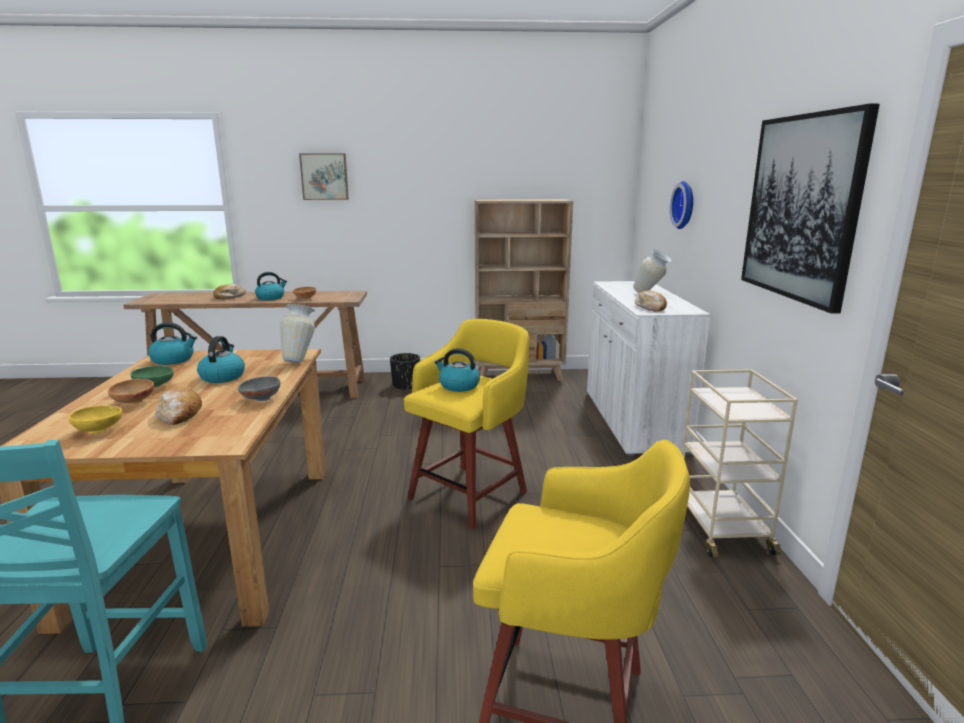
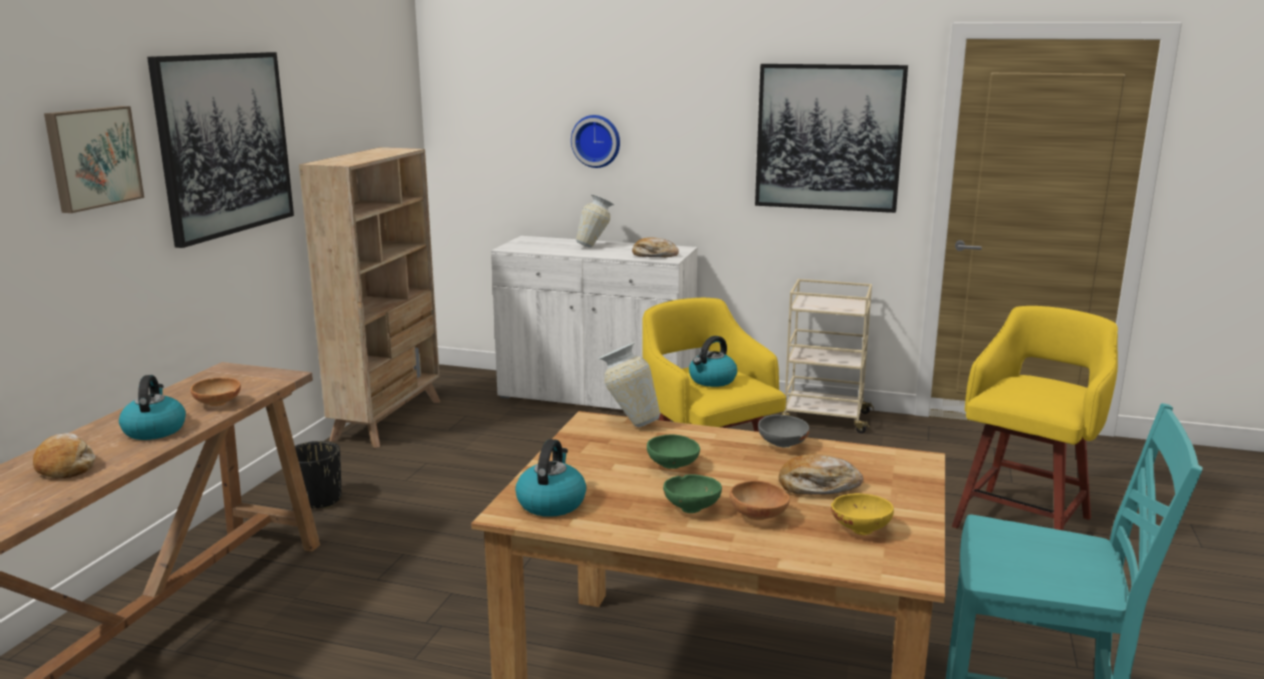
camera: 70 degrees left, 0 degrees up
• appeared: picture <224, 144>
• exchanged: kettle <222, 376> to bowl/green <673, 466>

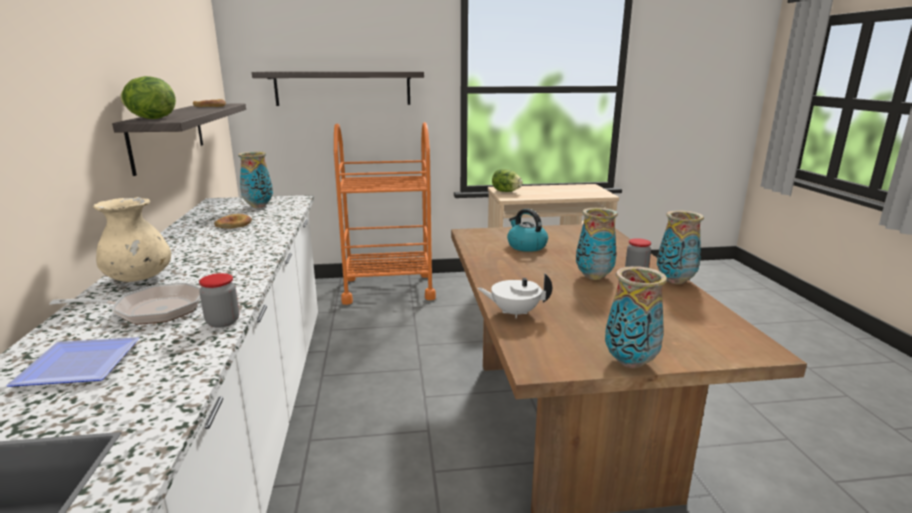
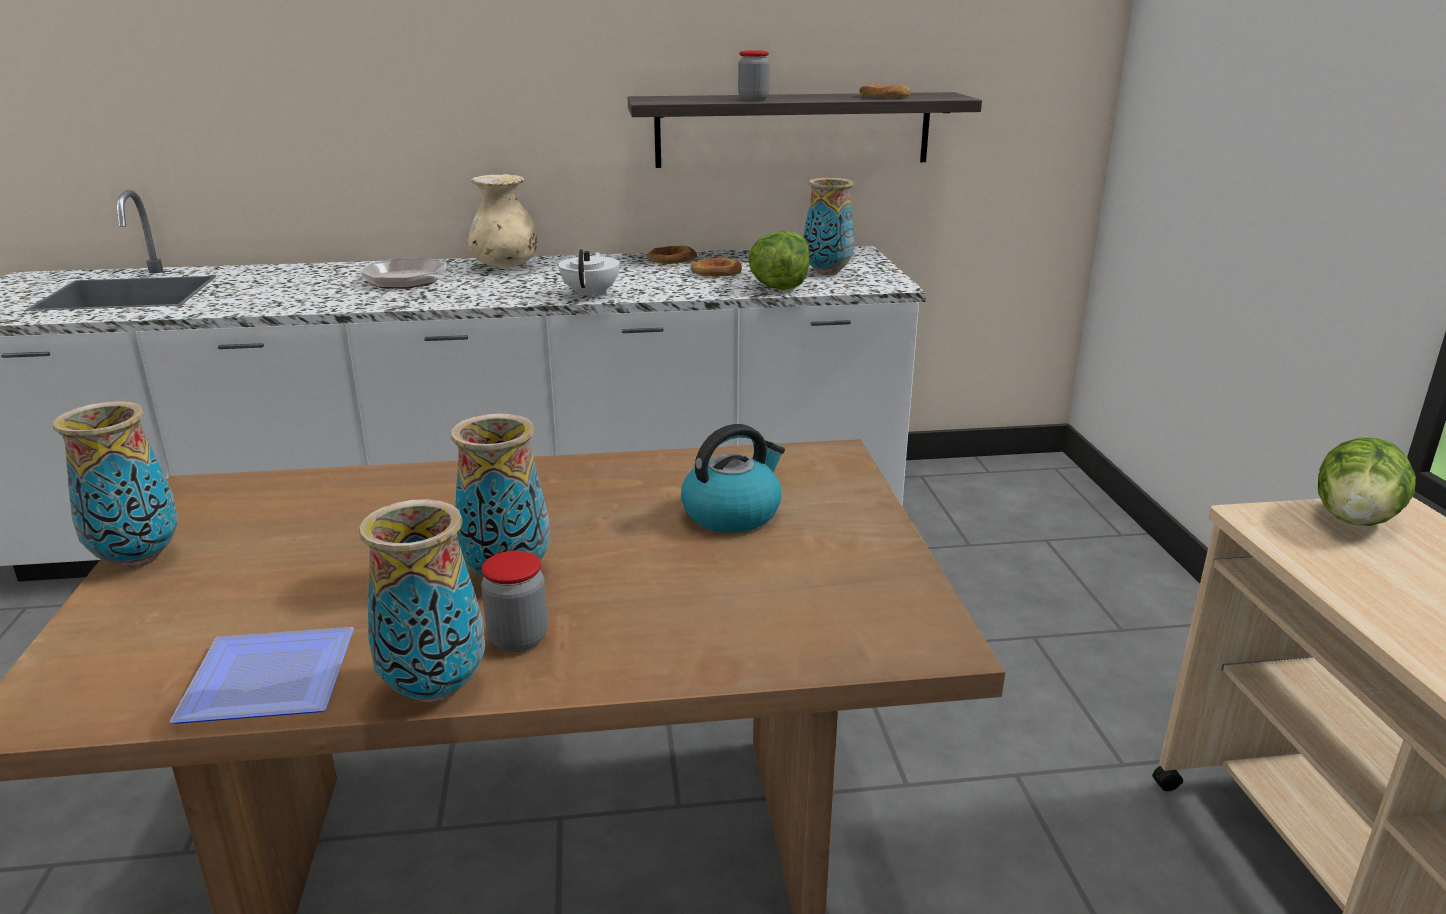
camera: 90 degrees right, 5 degrees up
• missing: shelf <343, 88>
• missing: cart/orange <388, 288>
• appeared: bread <671, 260>
• relocated: plate <78, 364> to <276, 677>
• relocated: lettuce <151, 119> to <779, 287>
• relocated: jar <223, 322> to <753, 99>
• relocated: teapot/white <514, 313> to <591, 294>
• spun: frying pan <152, 310> = <409, 282> 150 degrees clockwise

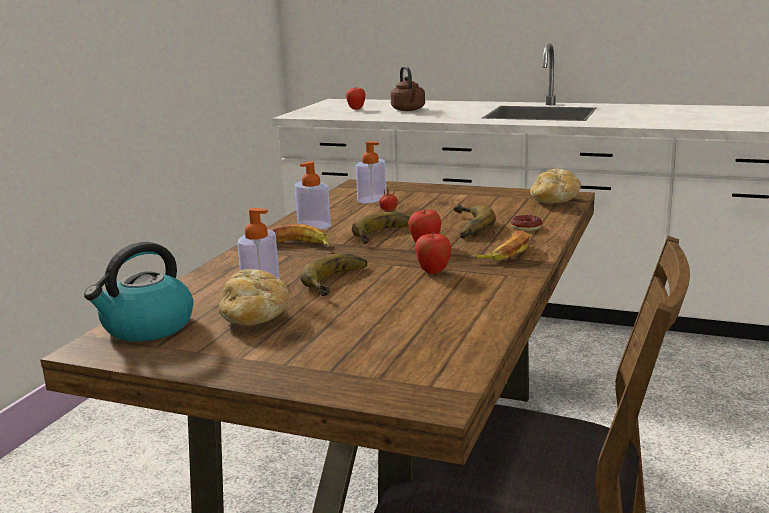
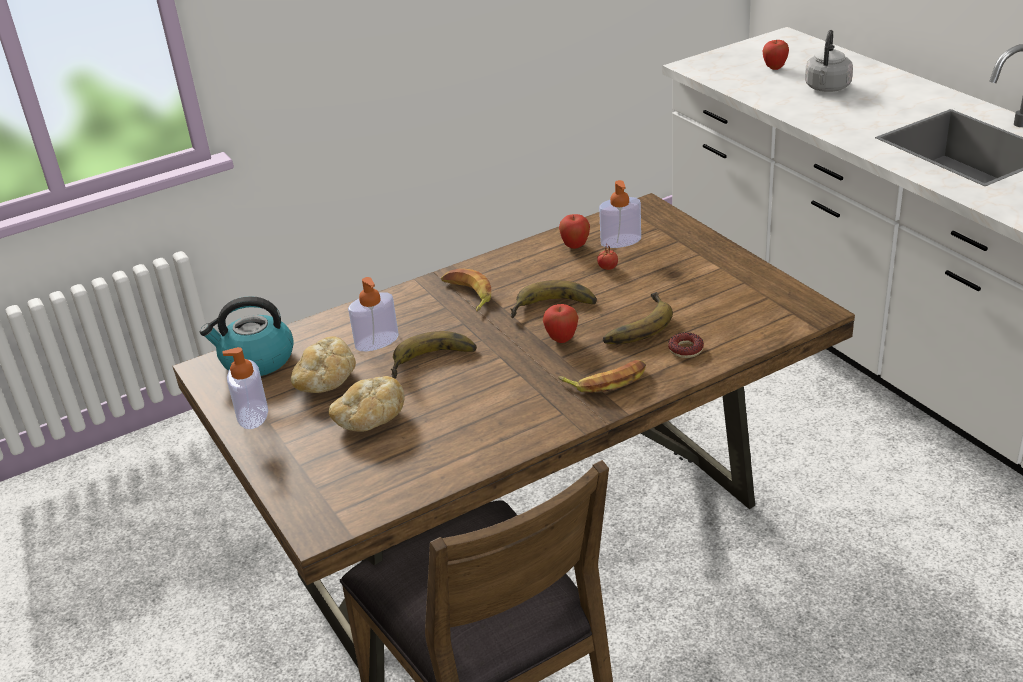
camera: 40 degrees right, 15 degrees up
• relocated: soap dispenser <314, 225> to <252, 414>
• relocated: apple <433, 272> to <575, 246>
• relocated: bread <554, 201> to <370, 420>
• colour: kettle/brown <408, 110> to kettle/grey <827, 88>

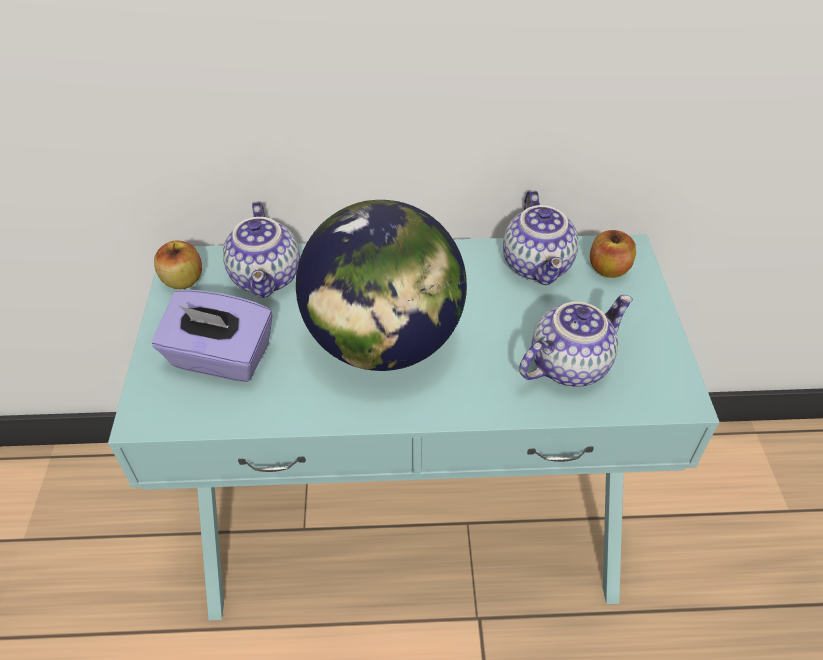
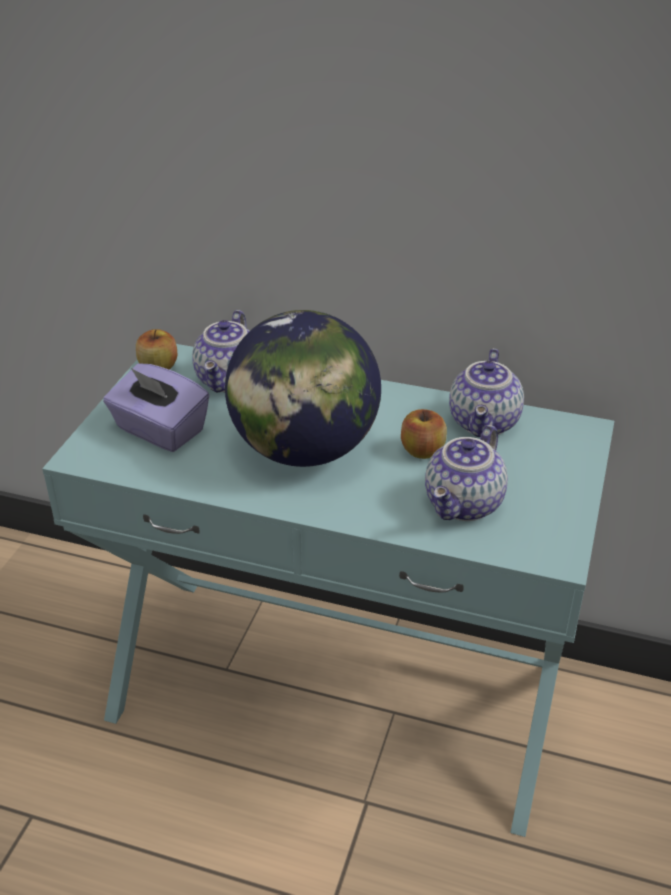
camera: 20 degrees right, 10 degrees down
• relocated: apple <608, 269> to <422, 451>
• spun: teapot <568, 363> = <465, 505> 135 degrees clockwise

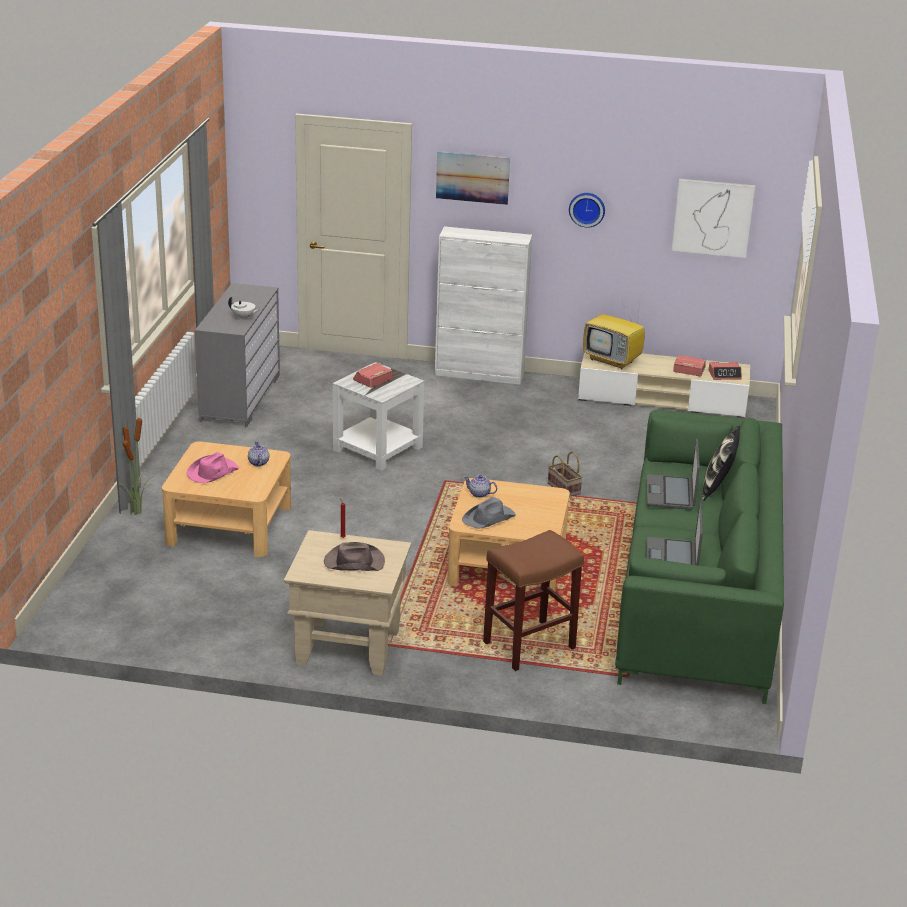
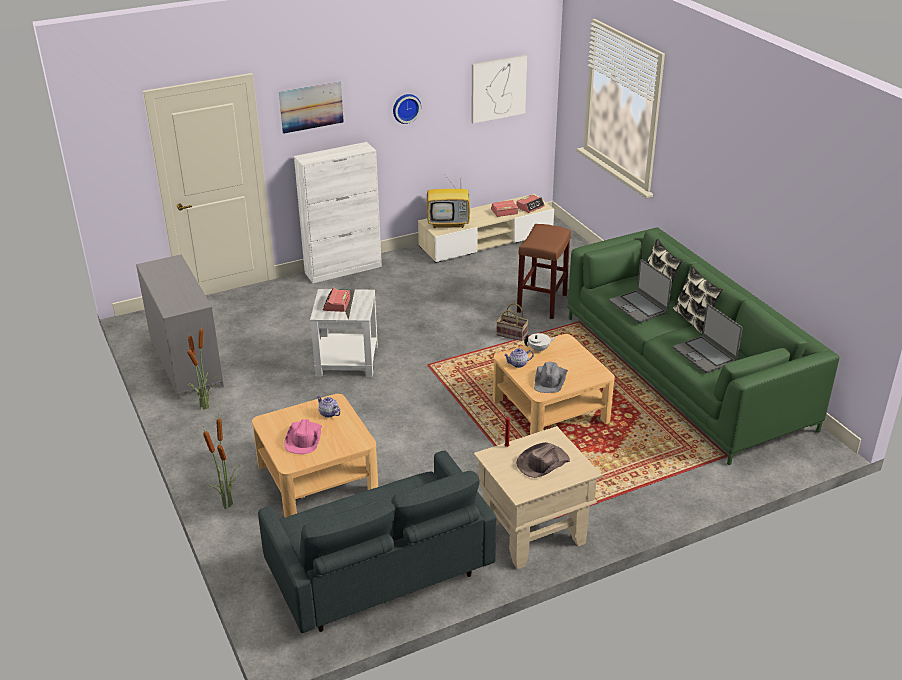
camera: 35 degrees left, 5 degrees up
• appeared: potted plant <206, 406>
• appeared: sofa/grey <379, 574>
• appeared: pillow <693, 320>
• relocated: teapot/white <244, 318> to <539, 349>
• relocated: stool/brown <528, 646> to <542, 303>

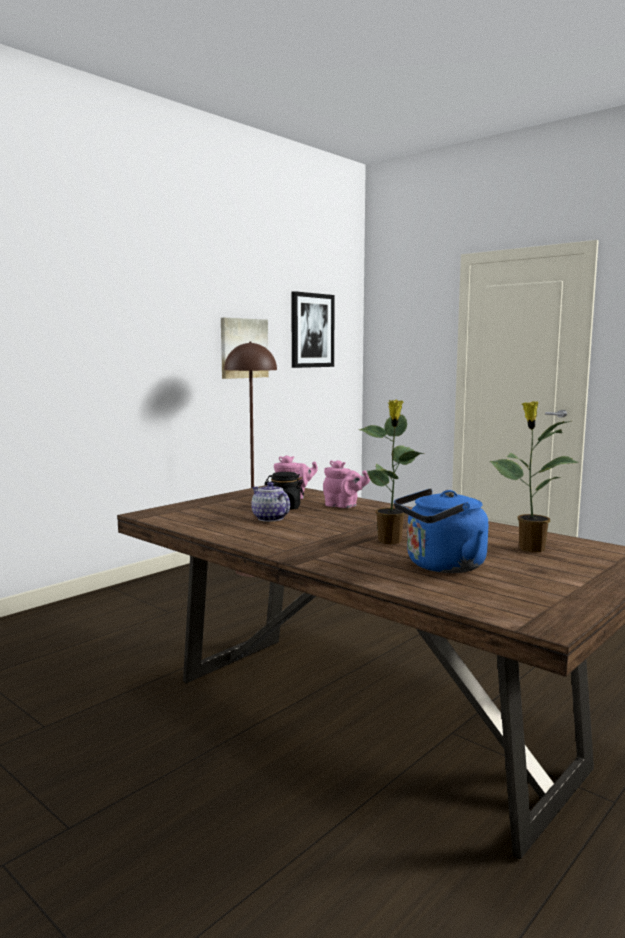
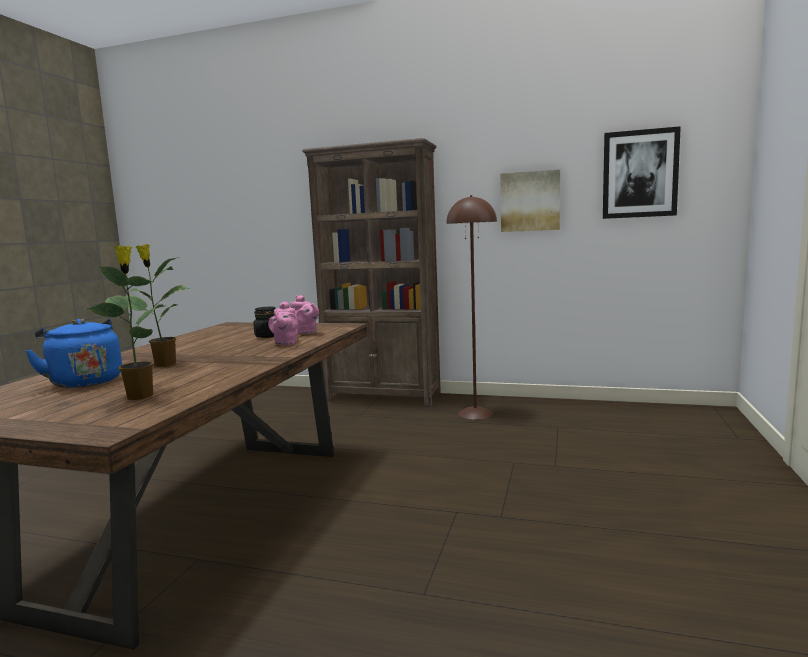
camera: 65 degrees right, 0 degrees up
• missing: teapot <269, 518>
• appeared: bookcase/brown <383, 397>

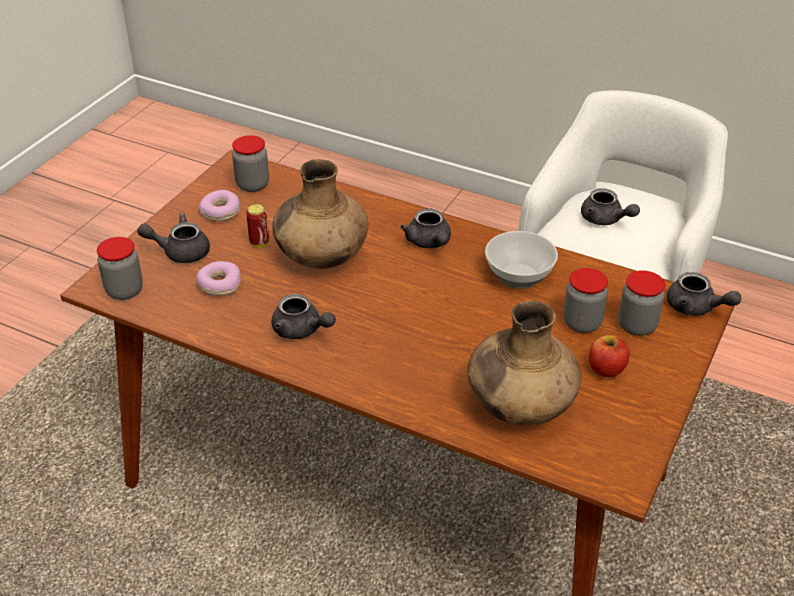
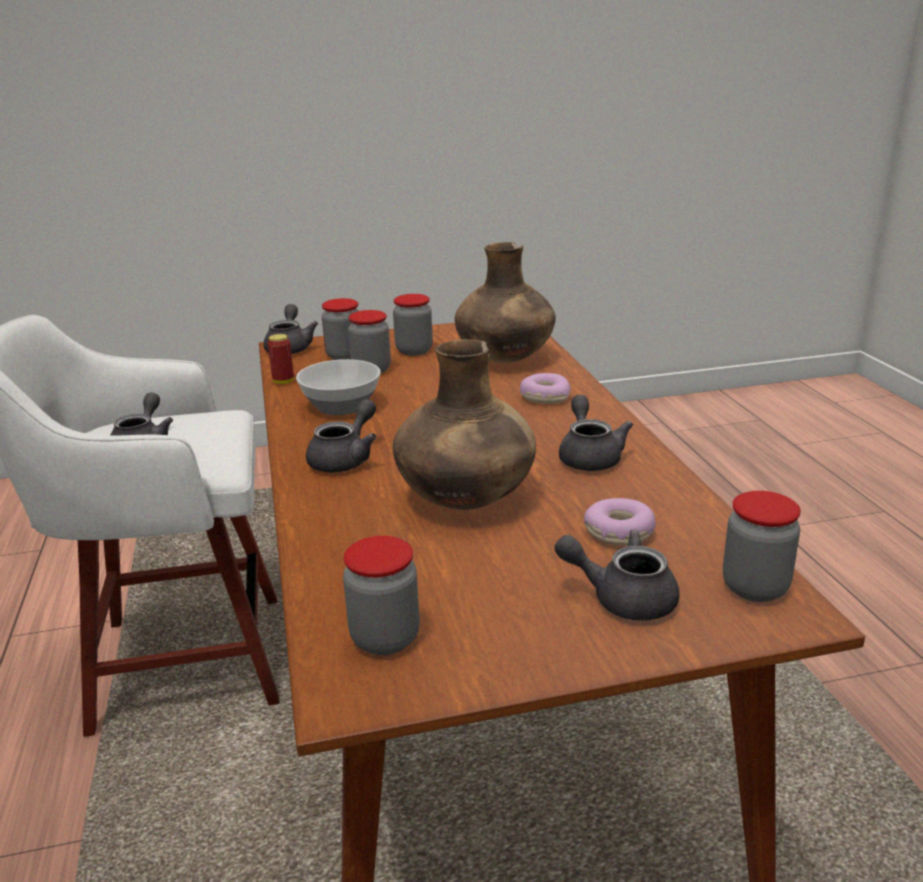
camera: 130 degrees left, 15 degrees down
• relocated: donut <221, 212> to <544, 397>
• relocated: can <259, 243> to <283, 381>
• exchanged: apple <606, 369> to jar <414, 351>
• spun: teapot/grey <180, 251> = <622, 597> 150 degrees clockwise

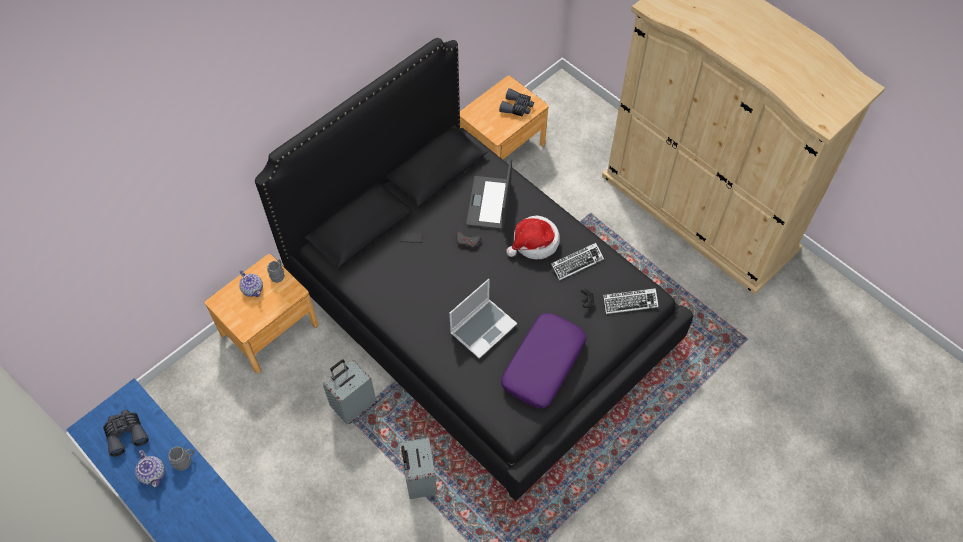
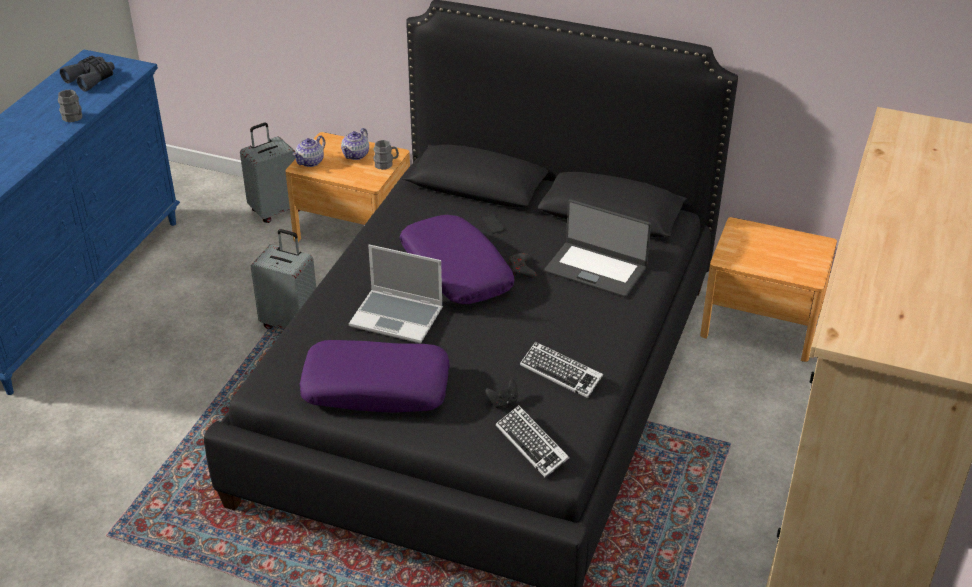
camera: 65 degrees right, 20 degrees down
• missing: binoculars/grey <517, 107>
• missing: hat <534, 243>
• appeared: pillow/purple <455, 271>
• relocated: teapot <153, 473> to <311, 162>
• relocated: suitcase/grey <419, 480> to <275, 210>
• spun: laptop <490, 203> = <596, 269> 135 degrees counterclockwise

